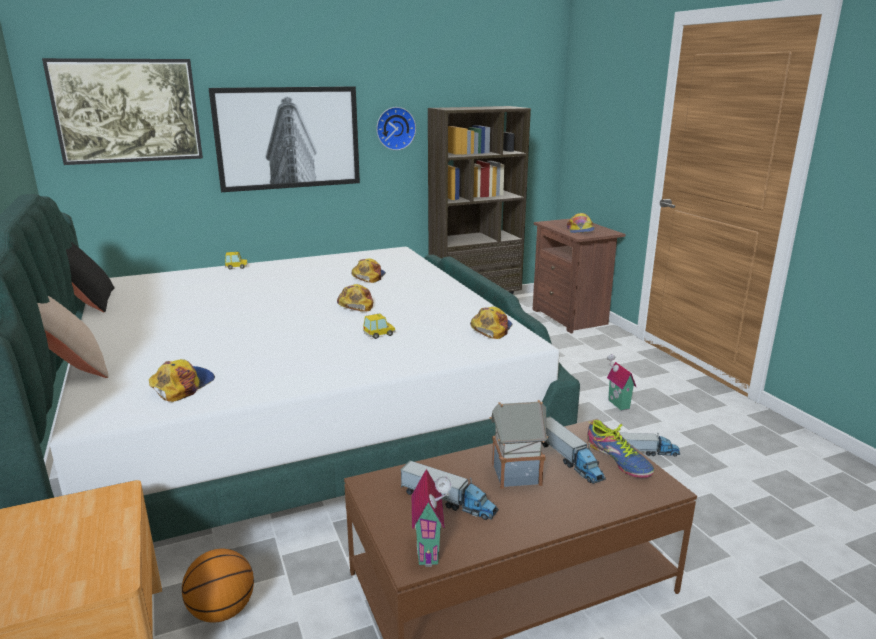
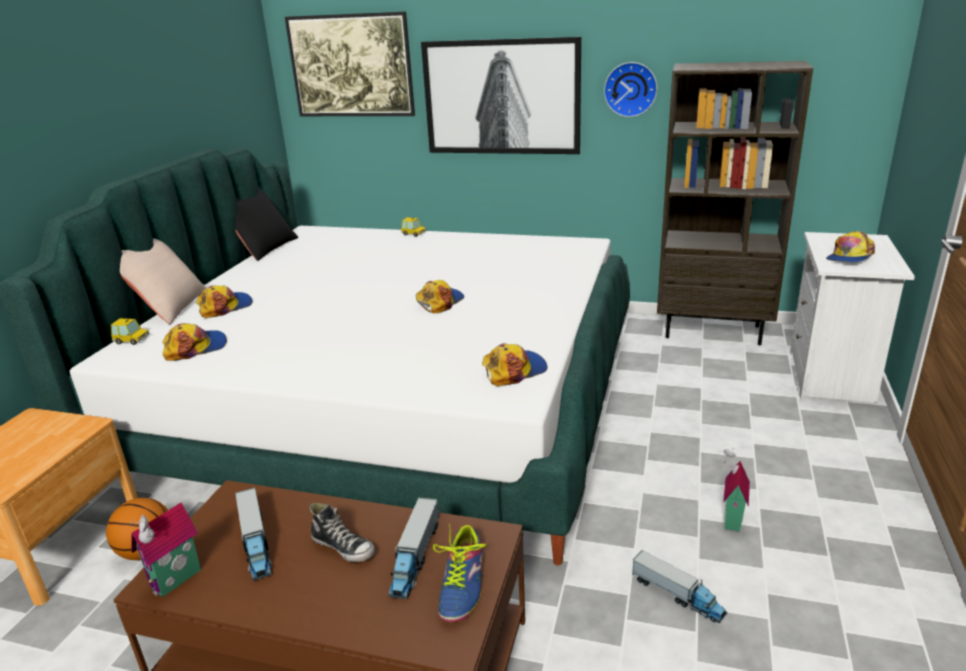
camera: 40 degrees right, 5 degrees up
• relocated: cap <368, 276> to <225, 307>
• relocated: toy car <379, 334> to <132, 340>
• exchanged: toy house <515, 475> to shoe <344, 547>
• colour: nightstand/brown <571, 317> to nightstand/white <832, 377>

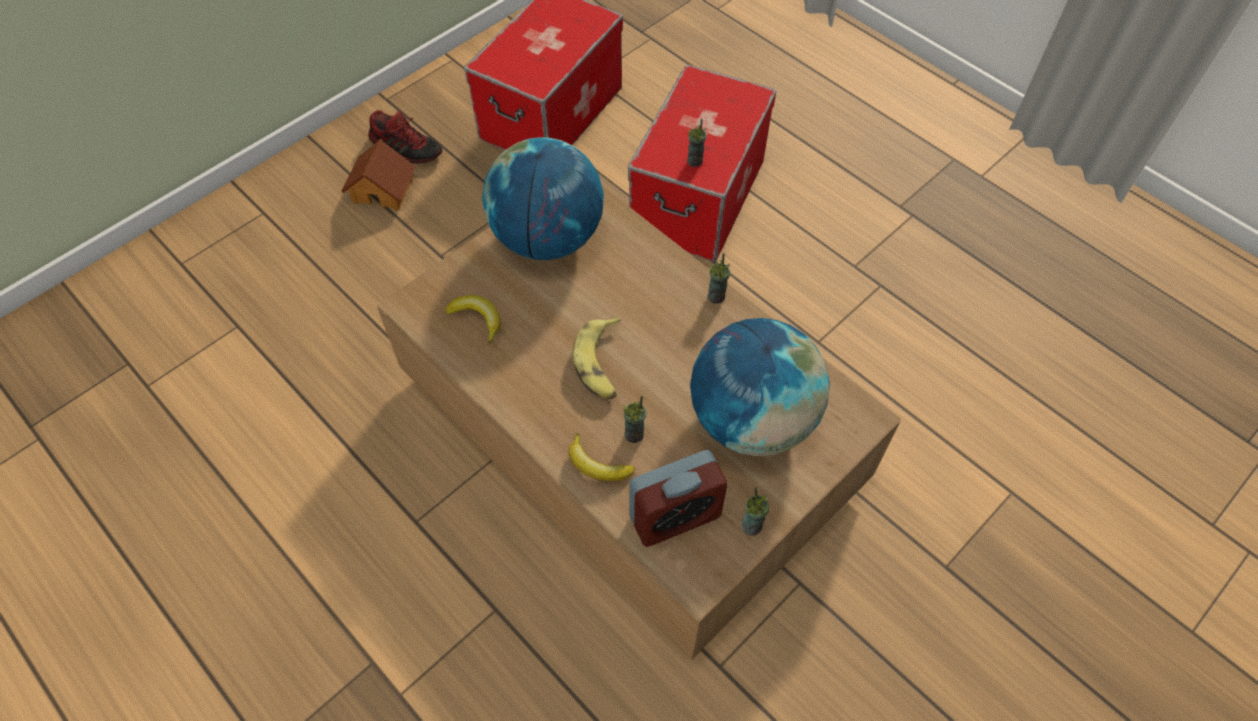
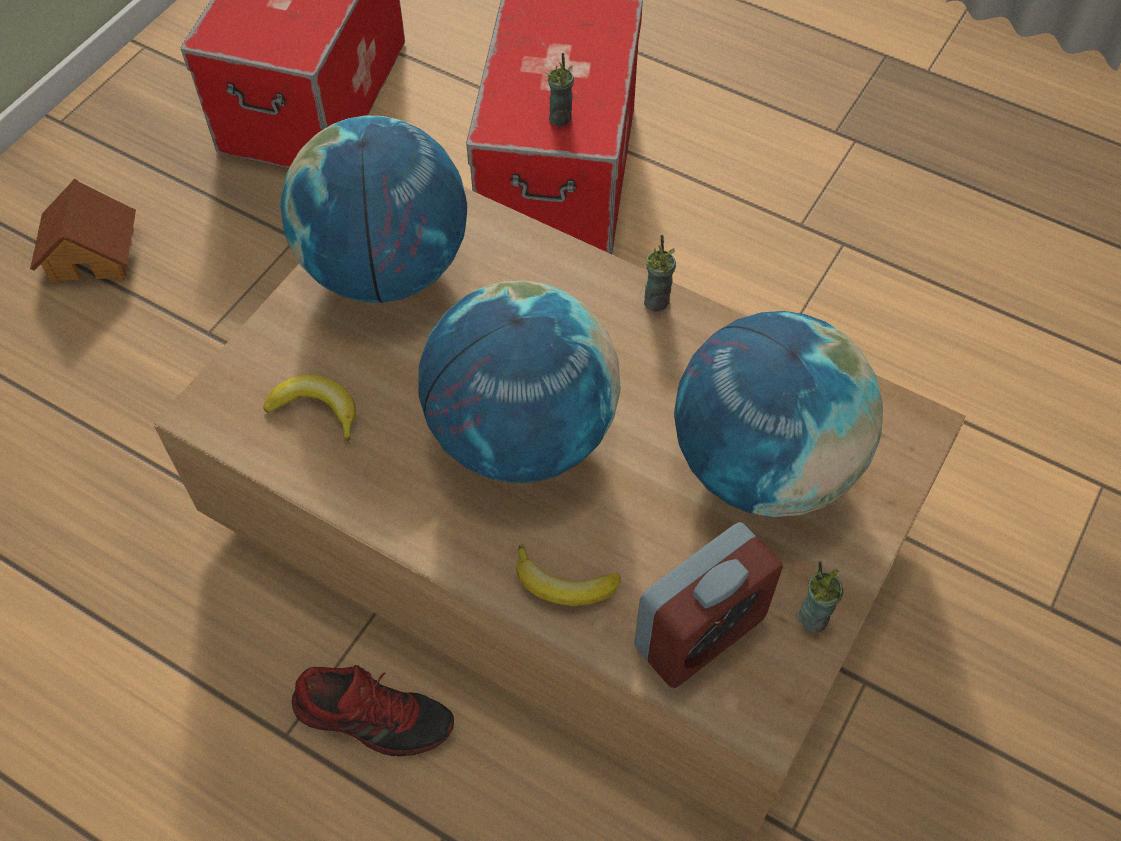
camera: 15 degrees left, 0 degrees up
• missing: cup <634, 434>
• relocated: shoe <407, 147> to <374, 716>
• exchanged: banana <601, 364> to globe <522, 435>

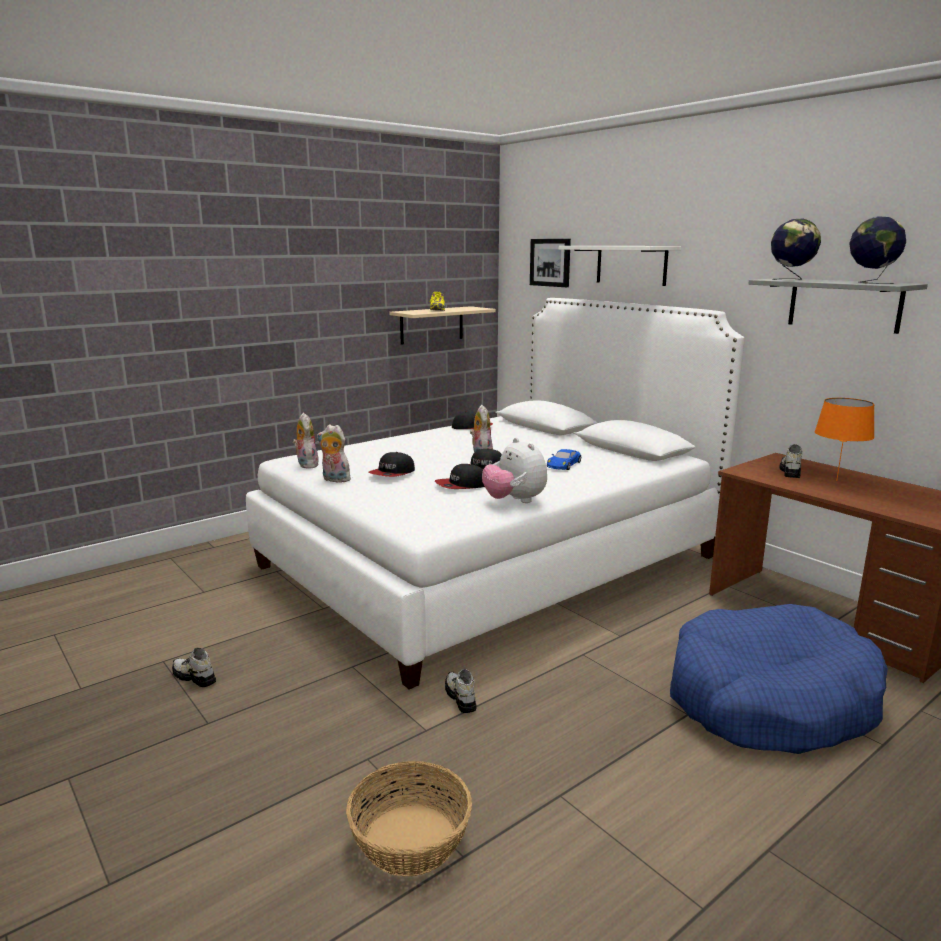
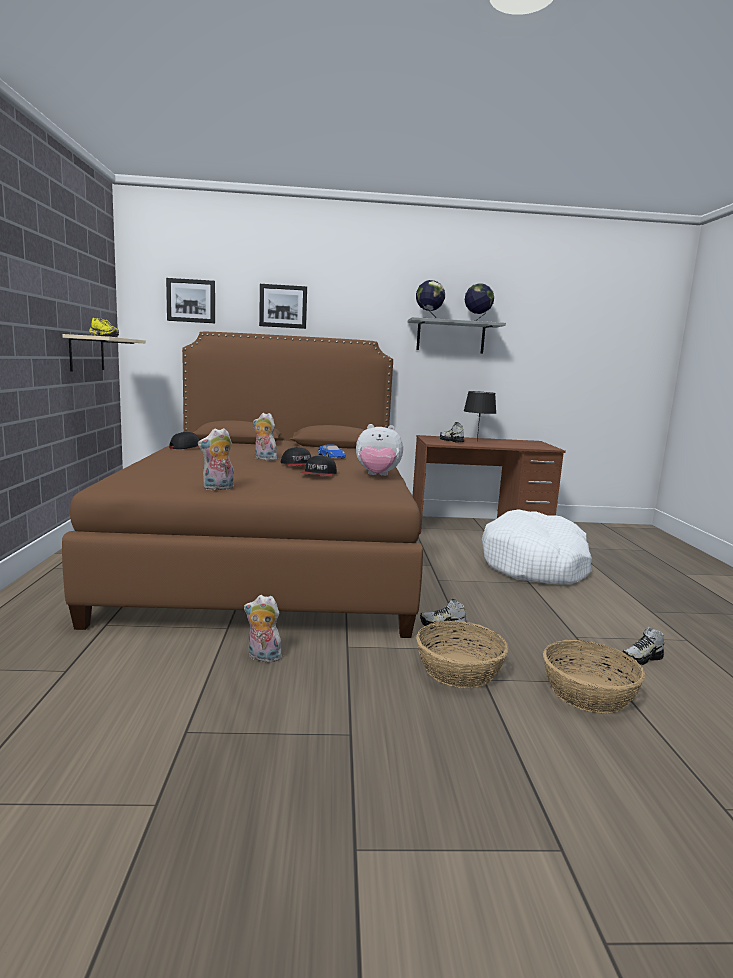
camera: 55 degrees left, 5 degrees down
• missing: cap <392, 473>
• appeared: basket <459, 670>
• relocated: shoe <194, 677> to <642, 659>
• relocated: plush toy <306, 465> to <262, 657>
• exchanged: shelf/white <631, 265> to picture <283, 306>
• colour: bed/white <490, 560> to bed/brown <270, 556>
• colour: dog bed/blue <769, 700> to dog bed/white <535, 564>
• colour: table lamp/orange <837, 481> to table lamp/black <477, 441>

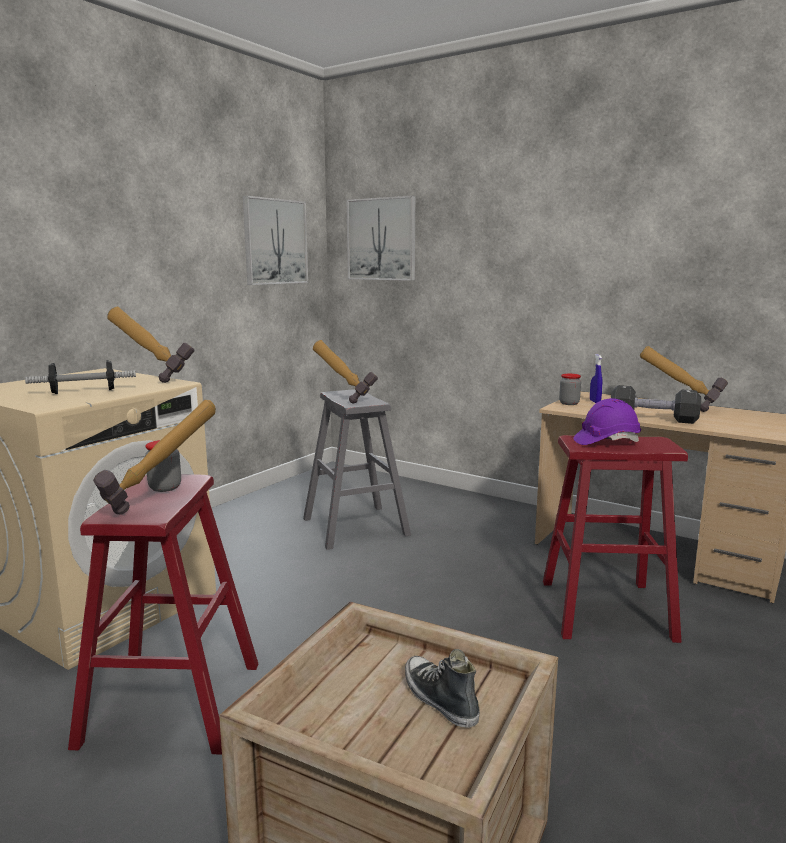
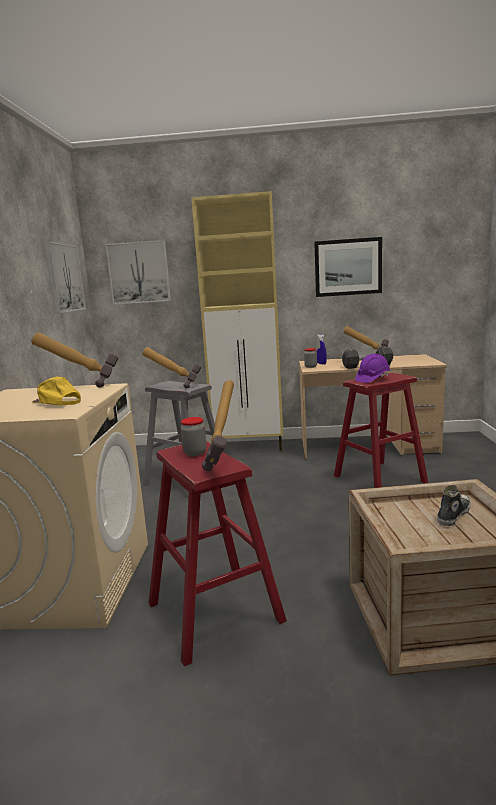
camera: 30 degrees left, 0 degrees up
• appeared: cabinet/beige <250, 447>
• appeared: picture <348, 267>
• exchanged: dumbbell <83, 392> to cap/yellow <57, 402>
• spun: shoe <439, 699> = <453, 514> 105 degrees clockwise

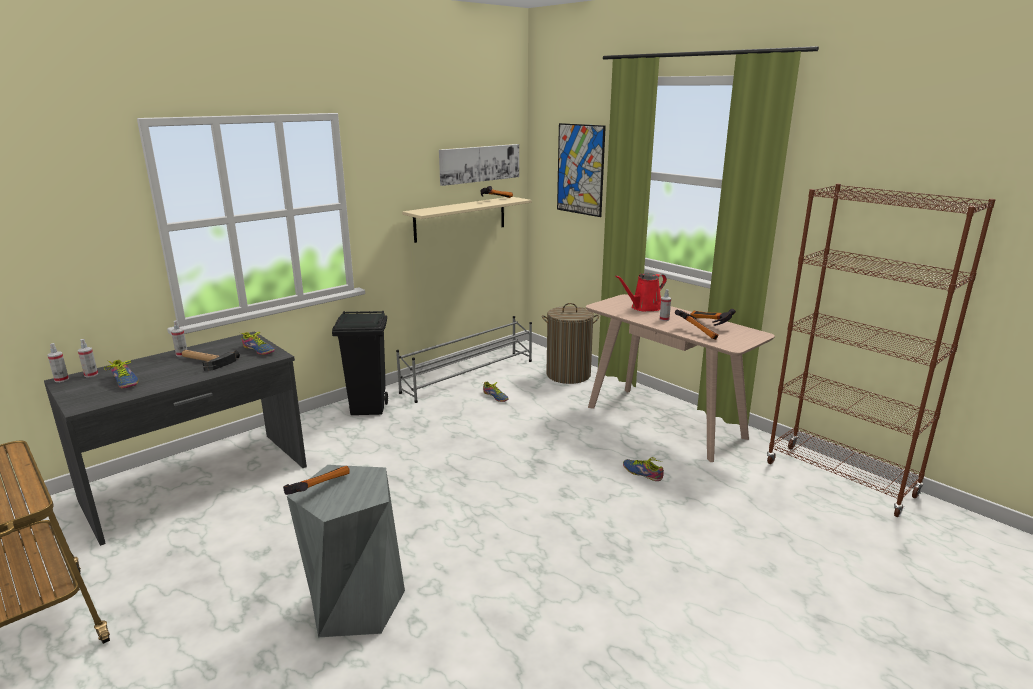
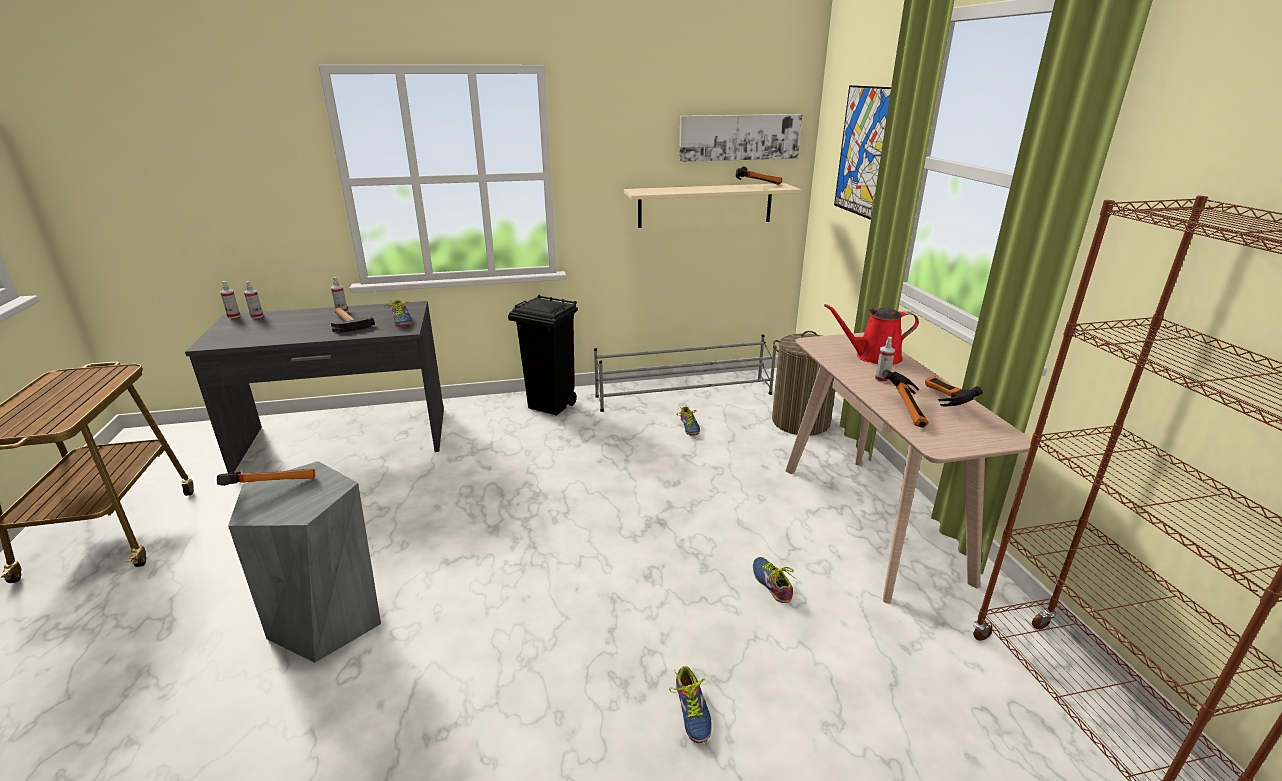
camera: 30 degrees right, 5 degrees up
• relocated: shoe <123, 382> to <689, 712>

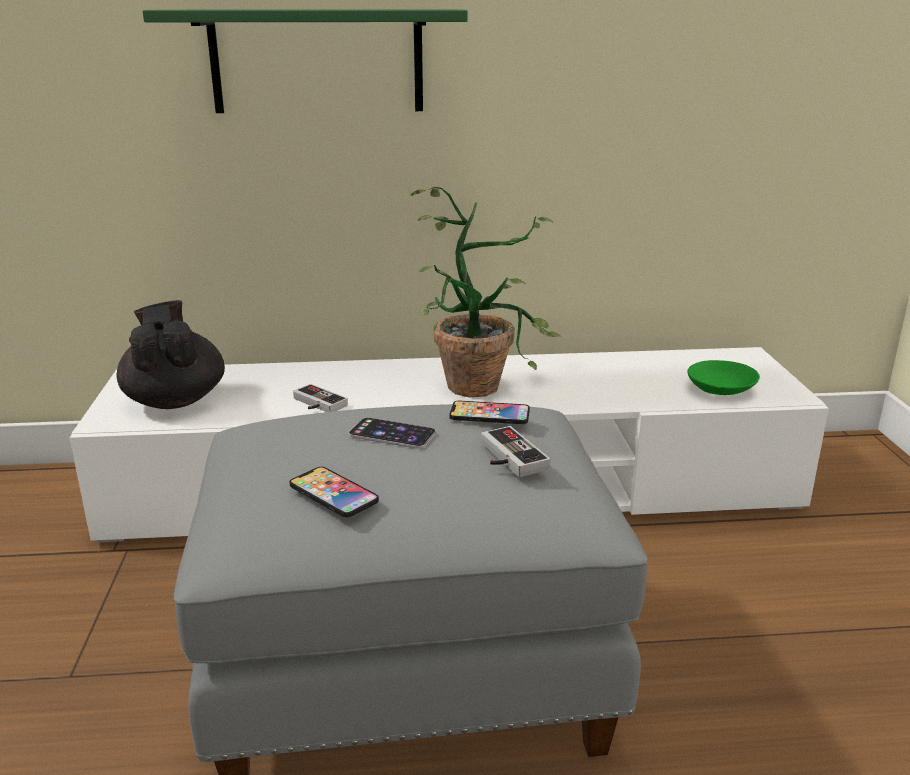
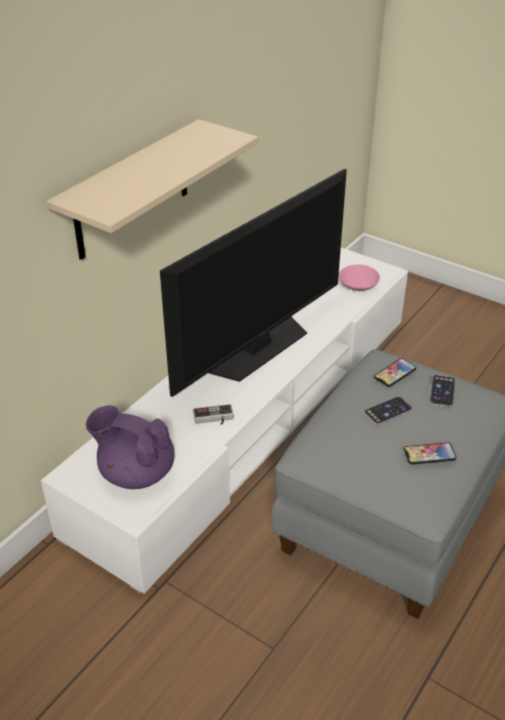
camera: 50 degrees left, 15 degrees up
• exchanged: potted plant <481, 381> to television <258, 347>
• exchanged: game controller <506, 457> to phone <442, 391>
• colour: teapot/black <175, 400> to teapot/purple <136, 472>
• colour: shelf/green <317, 61> to shelf/beige <132, 191>
• colour: bowl/green <720, 389> to bowl/pink <358, 285>

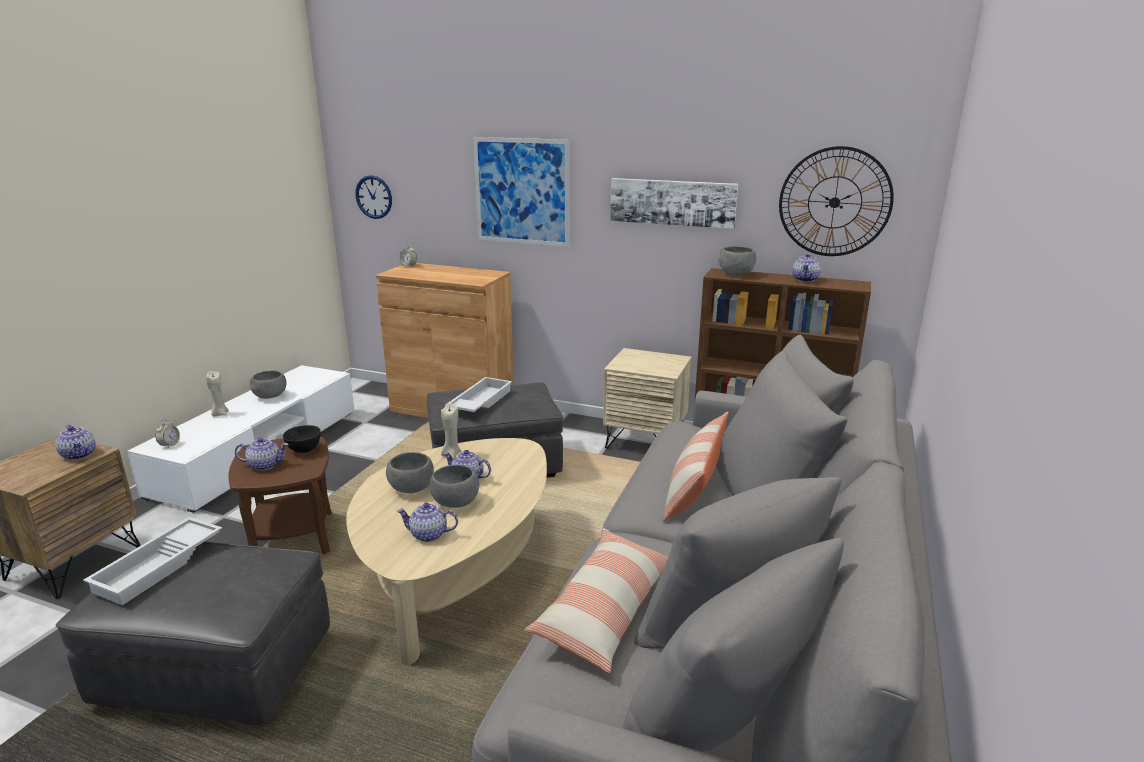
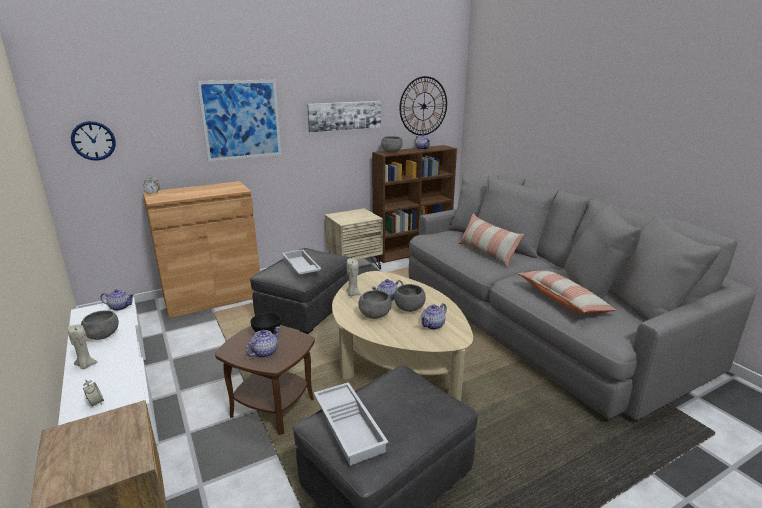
camera: 50 degrees left, 0 degrees up
• relocated: teapot <79, 454> to <120, 307>

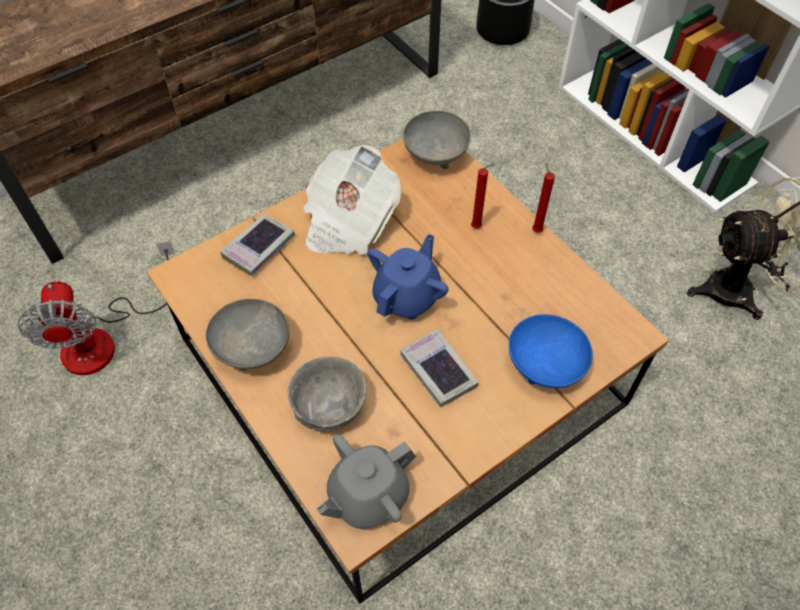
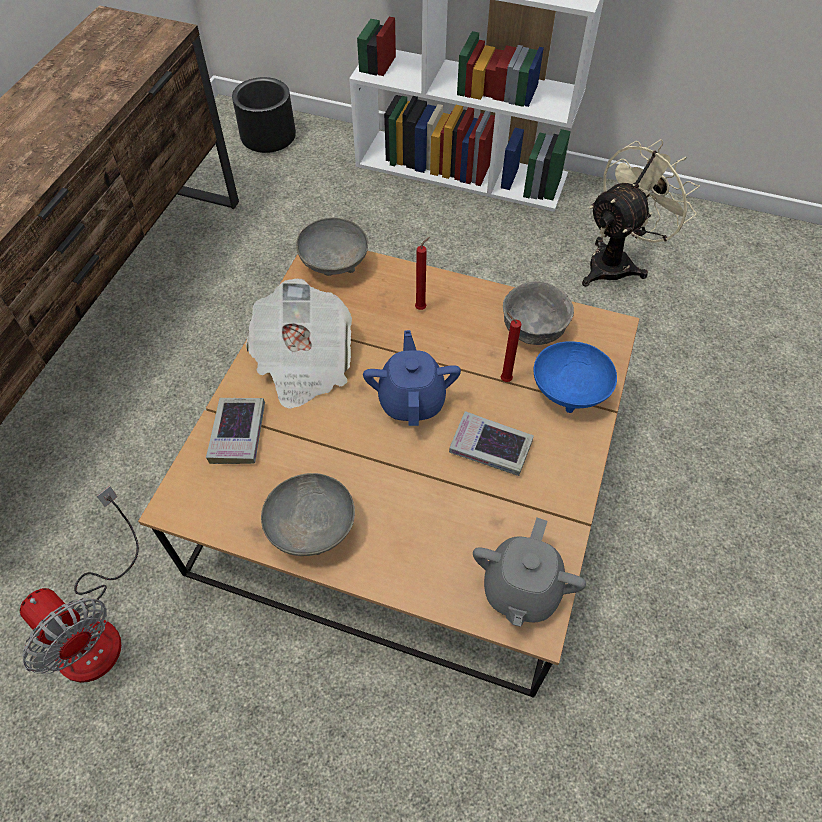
camera: 35 degrees left, 0 degrees up
• relocated: bowl/grey <329, 408> to <534, 329>
• relocated: candle/red <536, 230> to <504, 379>

